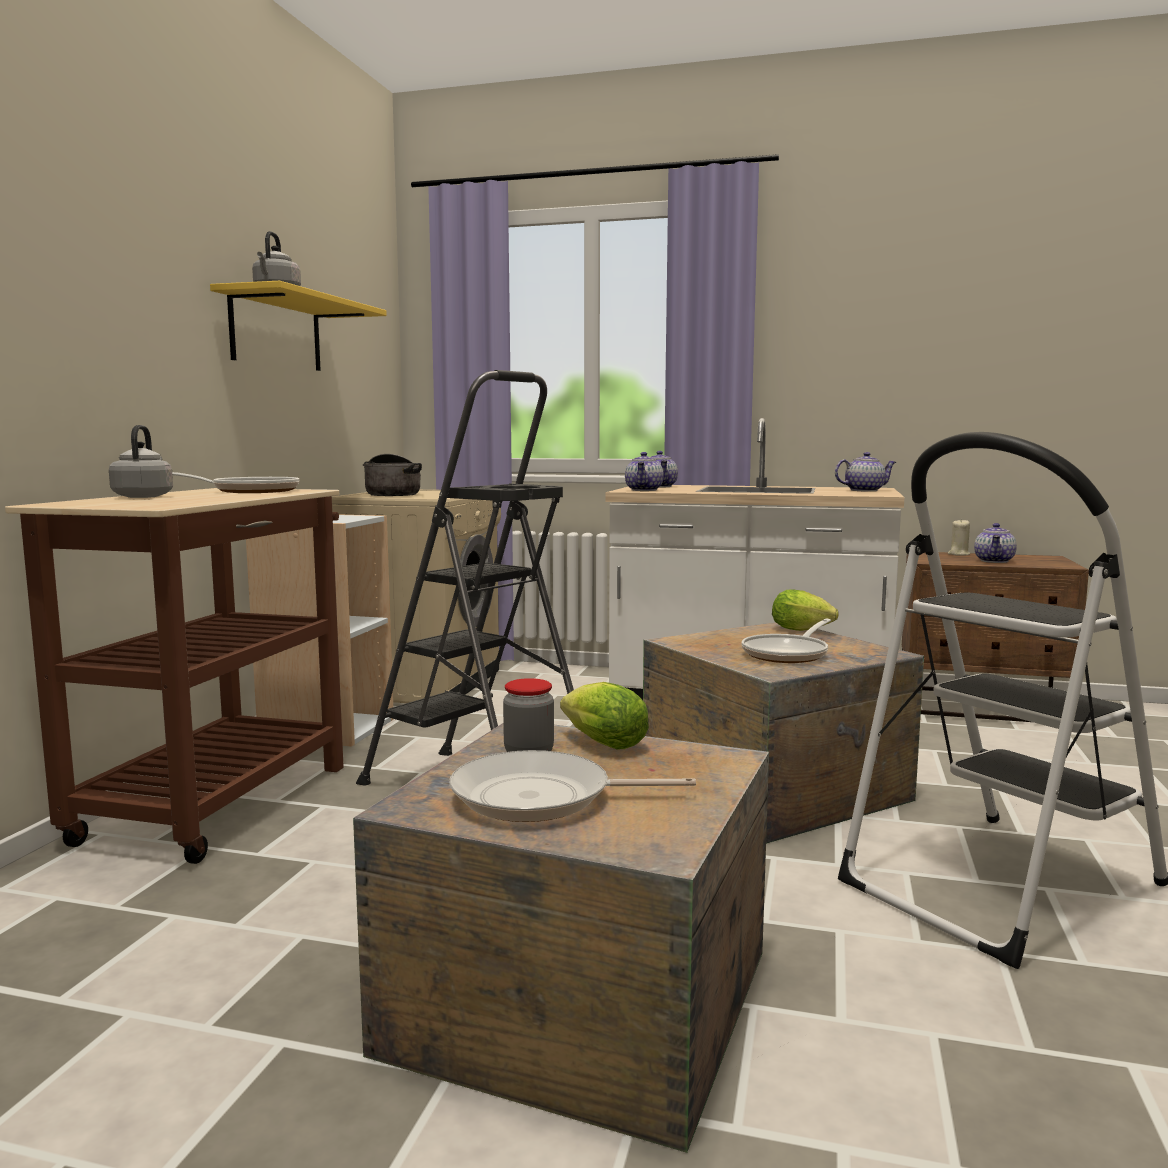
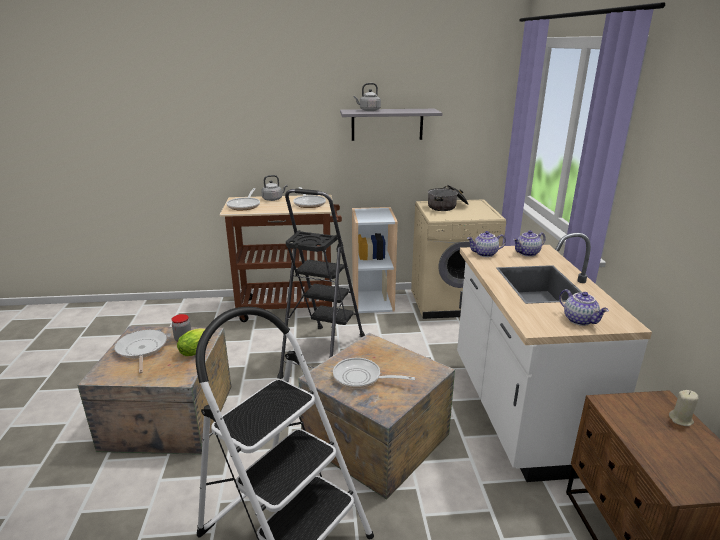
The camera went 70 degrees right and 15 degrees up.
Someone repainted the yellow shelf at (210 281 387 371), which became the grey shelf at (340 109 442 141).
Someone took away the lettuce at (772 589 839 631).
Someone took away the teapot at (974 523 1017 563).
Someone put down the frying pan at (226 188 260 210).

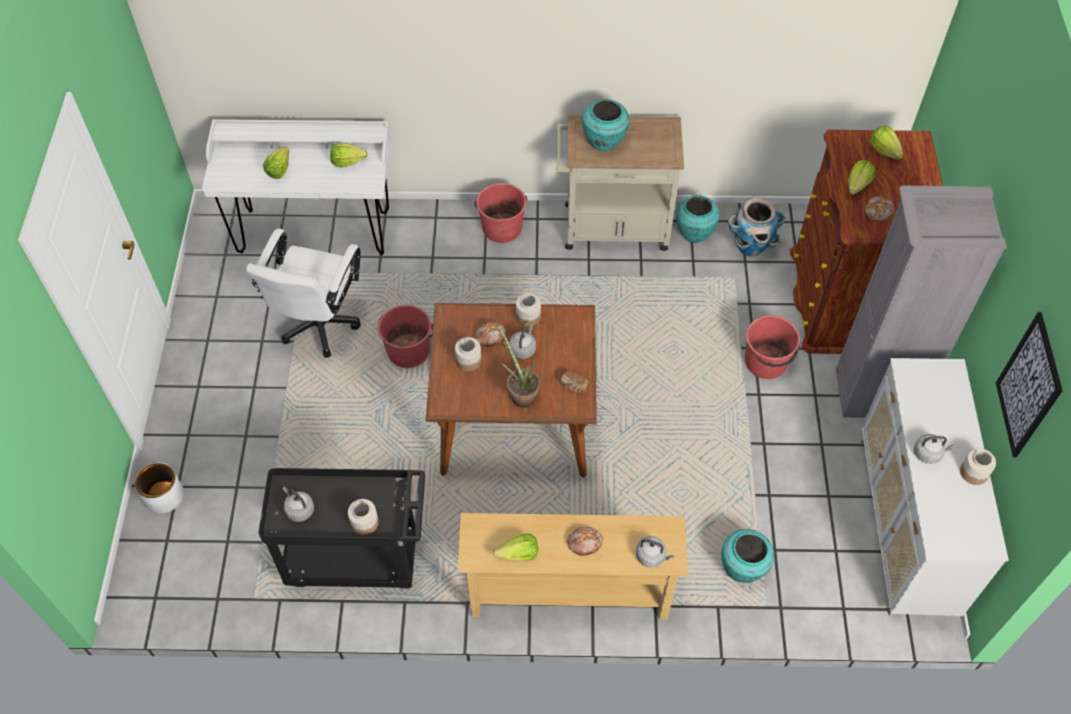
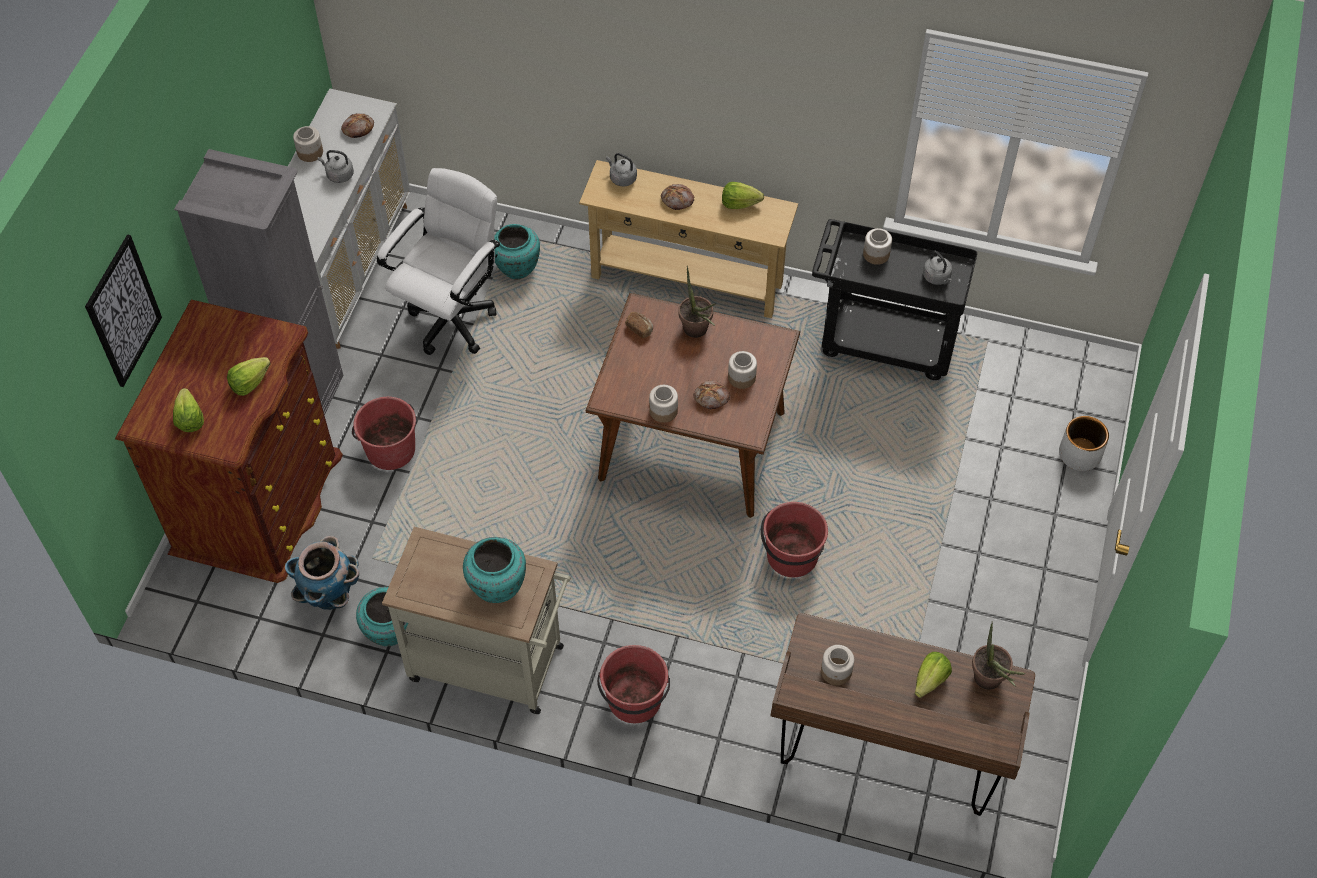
The camera went 165 degrees left and 0 degrees up.
Someone repainted the white desk at (202 119 391 255), which became the brown desk at (771 613 1035 816).
Someone carried the white office chair from (246 228 361 358) to (377 168 500 355).
Someone swapped the lettuce at (330 143 367 167) for the jar at (821 645 854 685).
Someone took away the grey kettle at (509 324 536 359).
Someone carried the bread from (864 196 894 221) to (341 113 374 138).
Someone carried the picture from (996 312 1063 457) to (85 234 162 387).
Someone put down the potted plant at (972 621 1026 690).

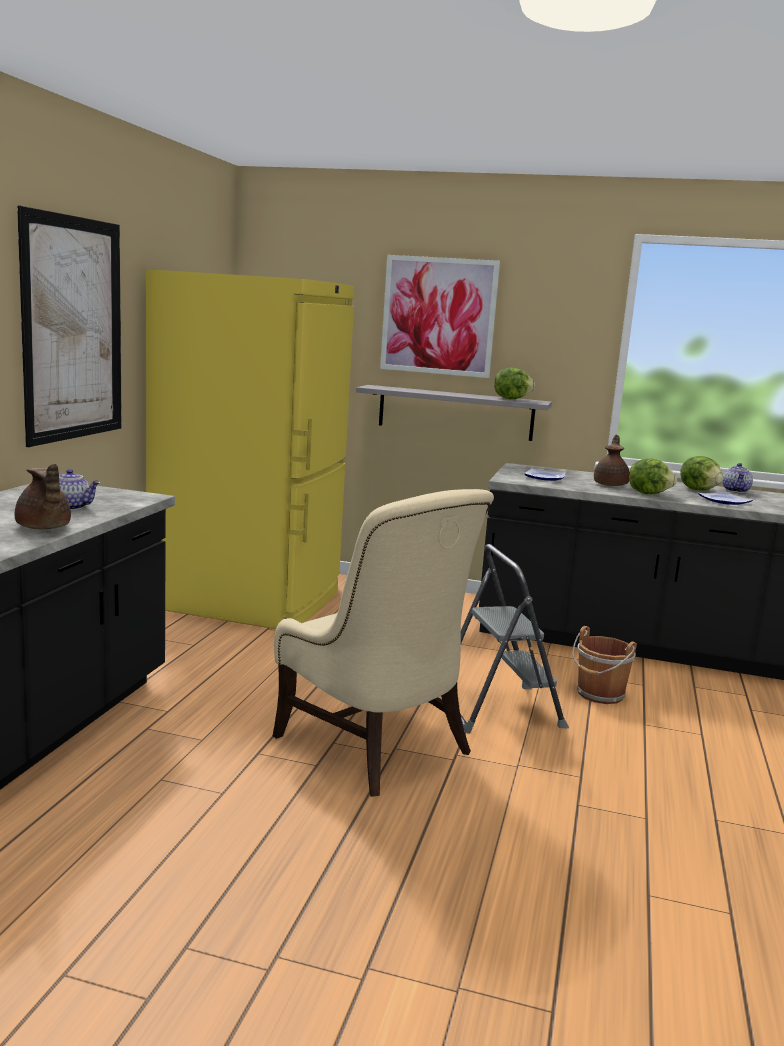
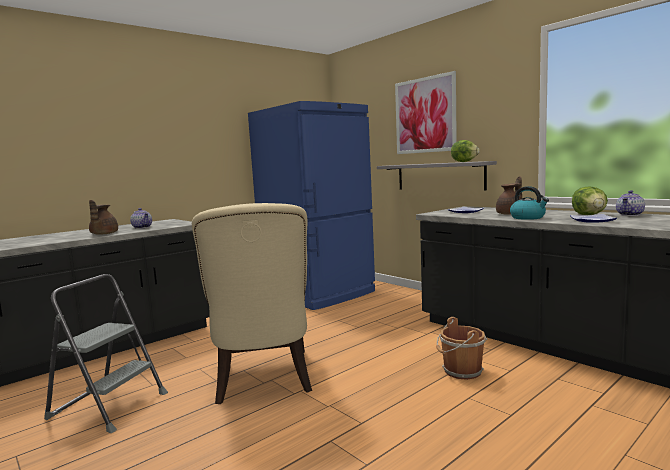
The camera went 35 degrees right and 5 degrees down.
Someone took away the picture at (17 205 122 447).
Someone repainted the yellow fridge at (146 269 354 629), which became the blue fridge at (248 101 375 310).
Someone carried the grey step ladder from (441 544 569 734) to (44 274 168 433).
Someone swapped the lettuce at (629 459 677 494) for the kettle at (510 186 549 220).

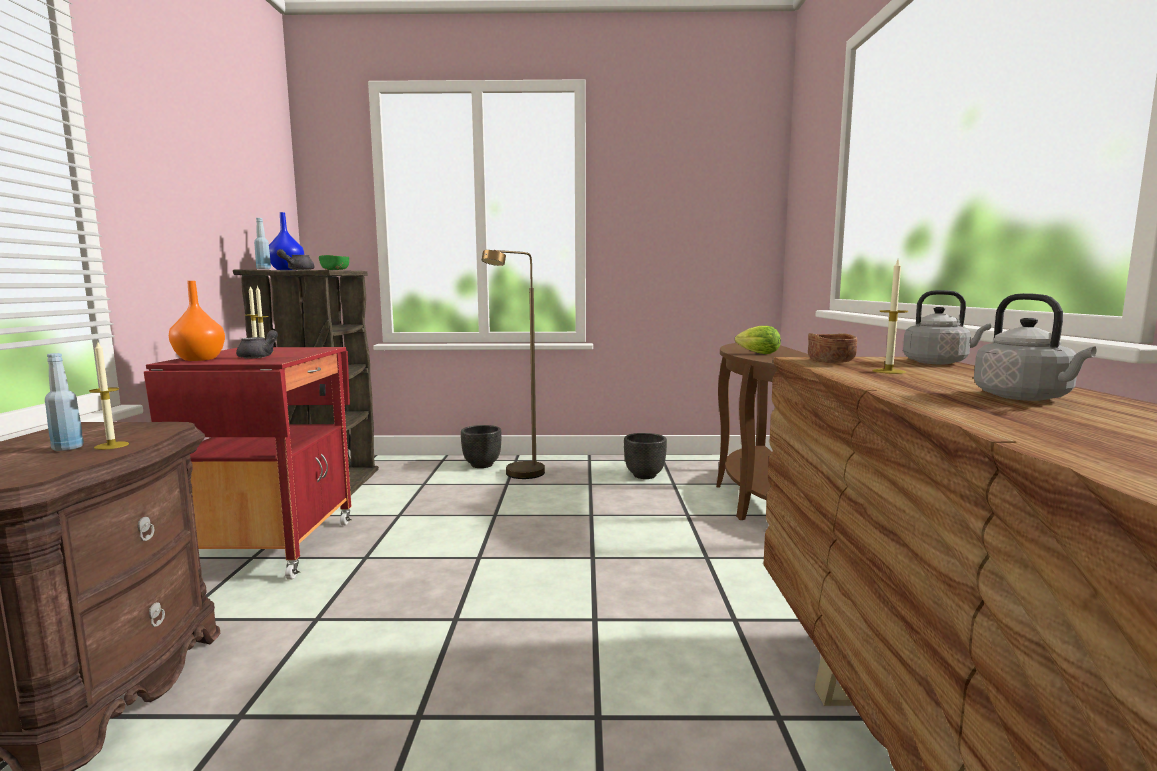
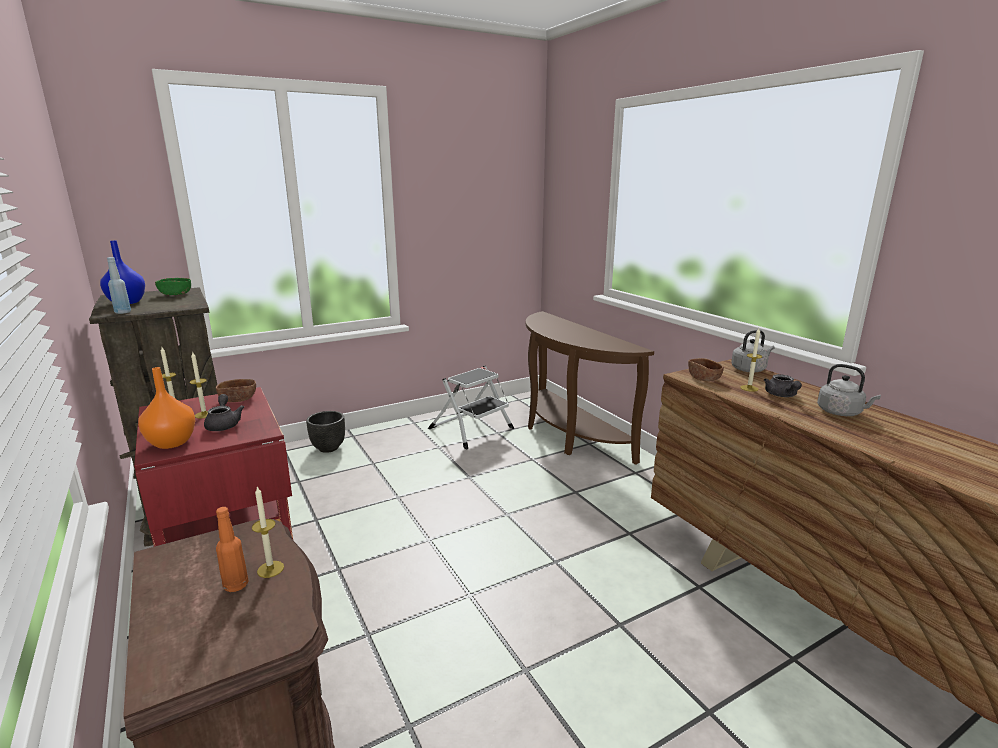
The camera went 30 degrees left and 10 degrees up.
Someone repainted the blue bottle at (45 353 84 451), which became the orange bottle at (216 507 249 592).
Someone carried the grey teapot from (277 249 314 270) to (764 374 802 397).
Someone took away the brown floor lamp at (482 250 545 479).
Someone swapped the black planter at (624 433 667 479) for the step ladder at (428 365 514 449).
Someone took away the lettuce at (735 326 781 354).
Someone put down the brown bowl at (216 379 256 402).

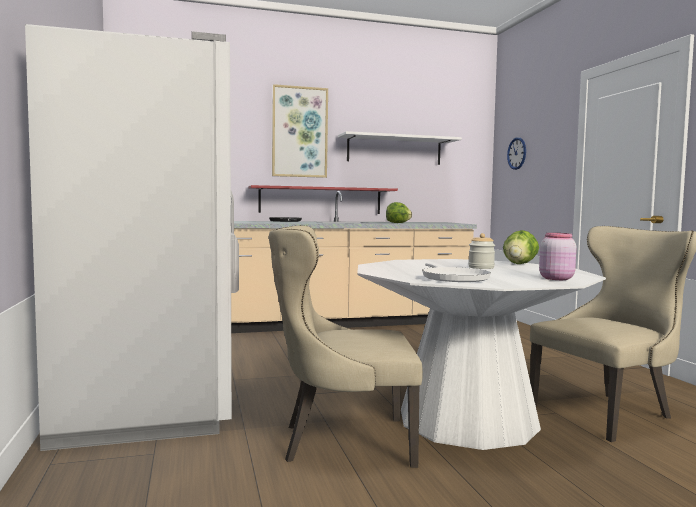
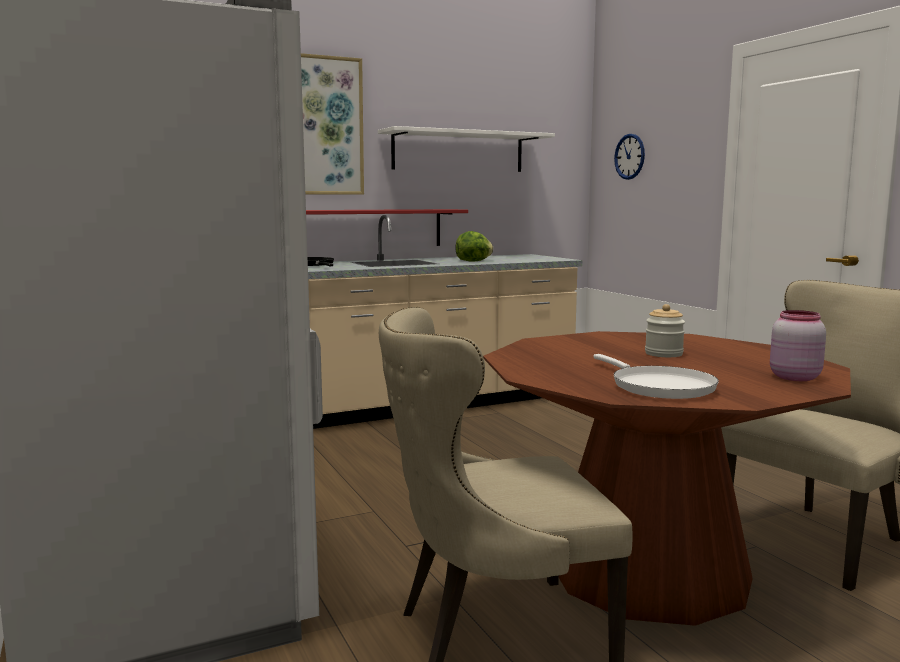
The camera went 10 degrees left and 5 degrees up.
Someone repainted the white dining table at (357 259 606 450), which became the brown dining table at (483 331 851 626).
Someone took away the lettuce at (503 230 539 264).

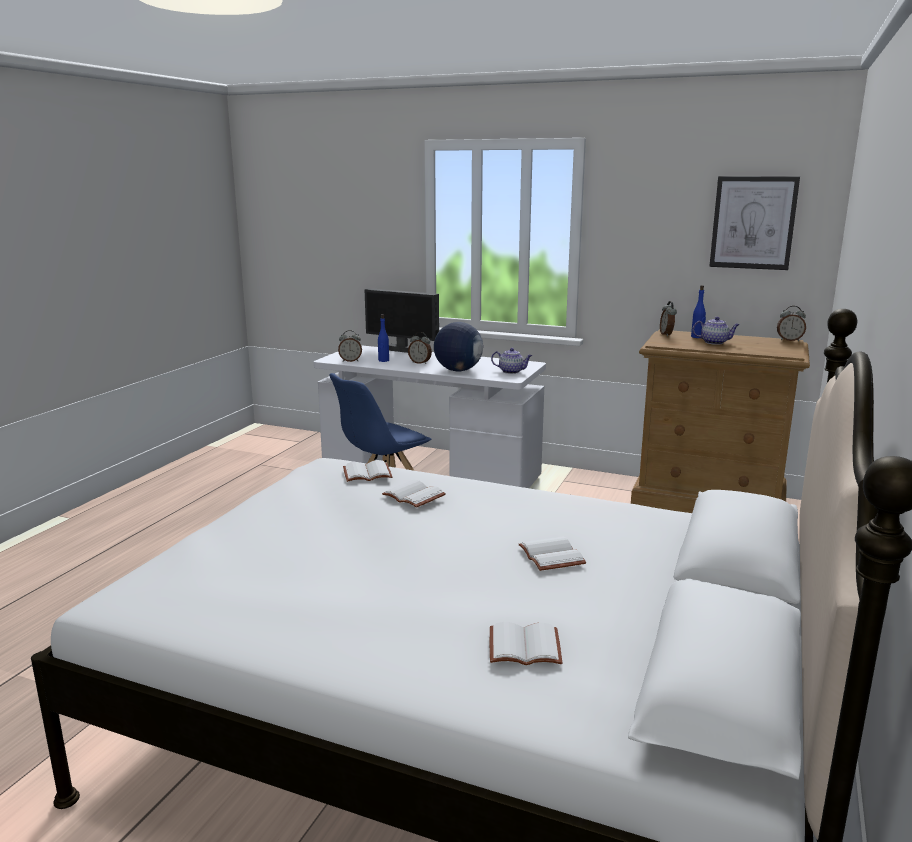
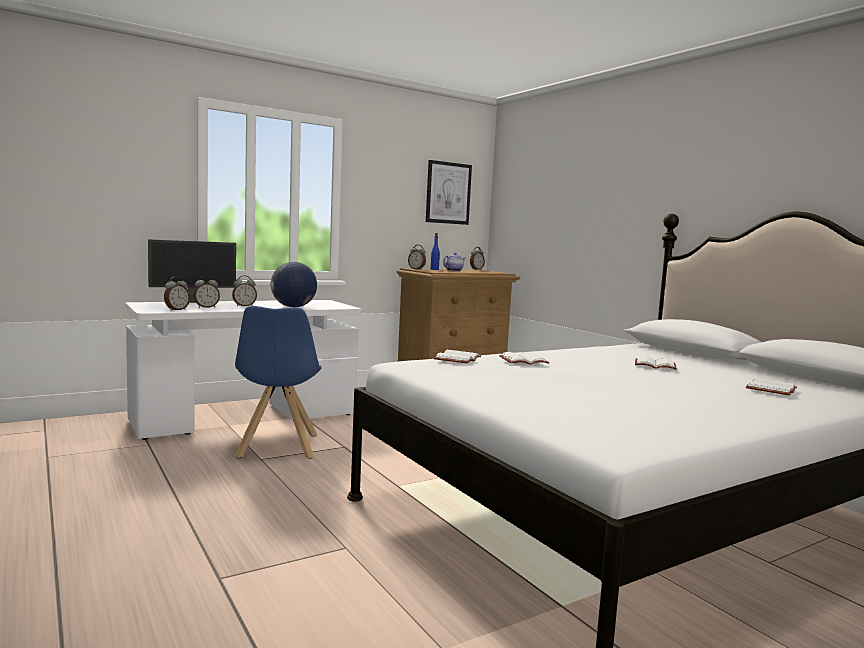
The camera went 55 degrees left and 10 degrees down.
Someone swapped the blue bottle at (378 314 389 362) for the alarm clock at (193 276 220 308).
Someone took away the teapot at (491 348 532 374).

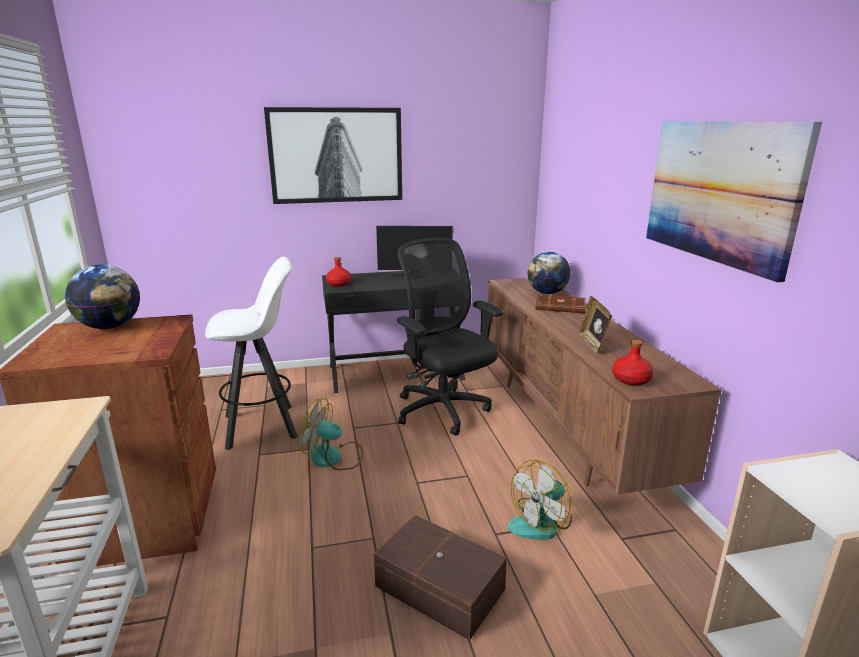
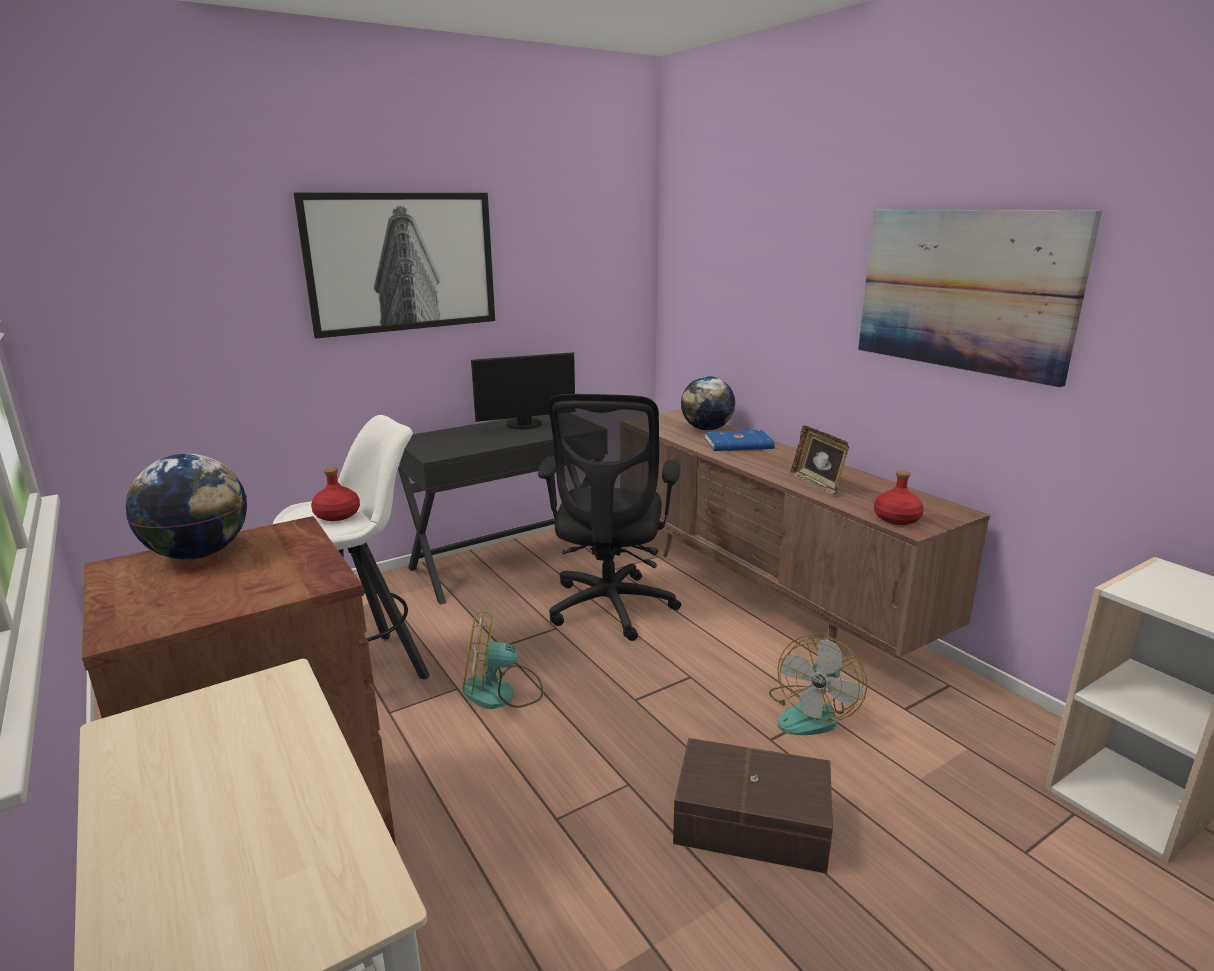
The camera went 20 degrees left and 0 degrees up.
Someone carried the red bottle from (326 257 351 287) to (311 467 360 521).
Someone rotated the black office chair at (397 238 503 436) by 120 degrees counterclockwise.
Someone repainted the brown book at (535 295 586 313), which became the blue book at (705 430 775 451).

